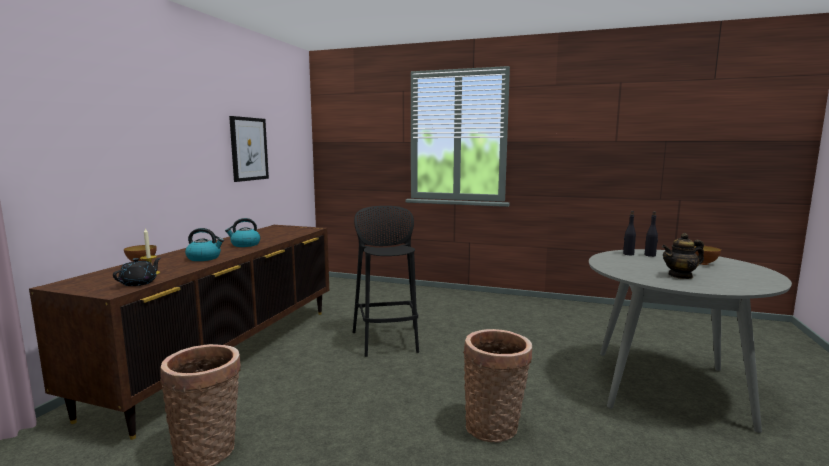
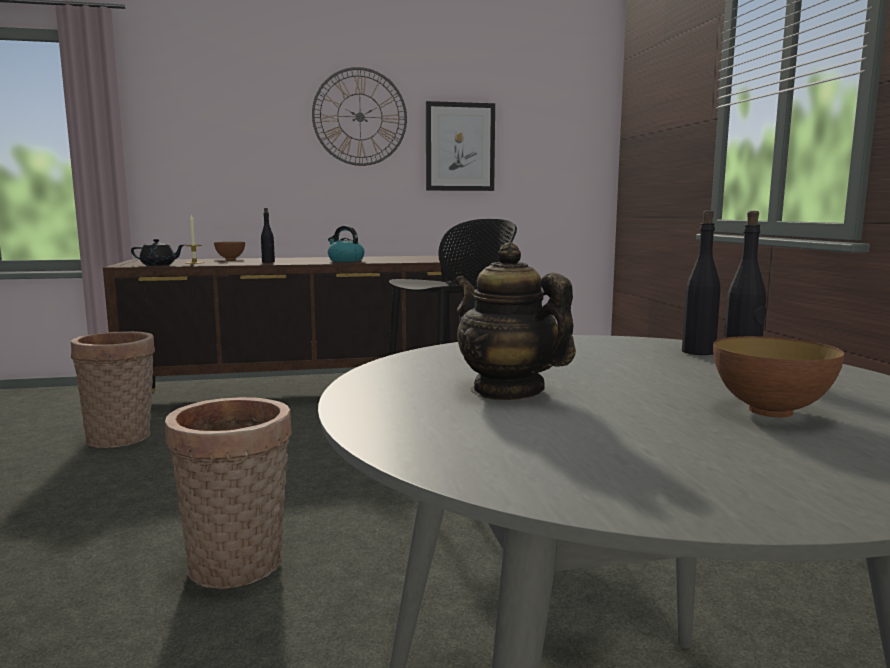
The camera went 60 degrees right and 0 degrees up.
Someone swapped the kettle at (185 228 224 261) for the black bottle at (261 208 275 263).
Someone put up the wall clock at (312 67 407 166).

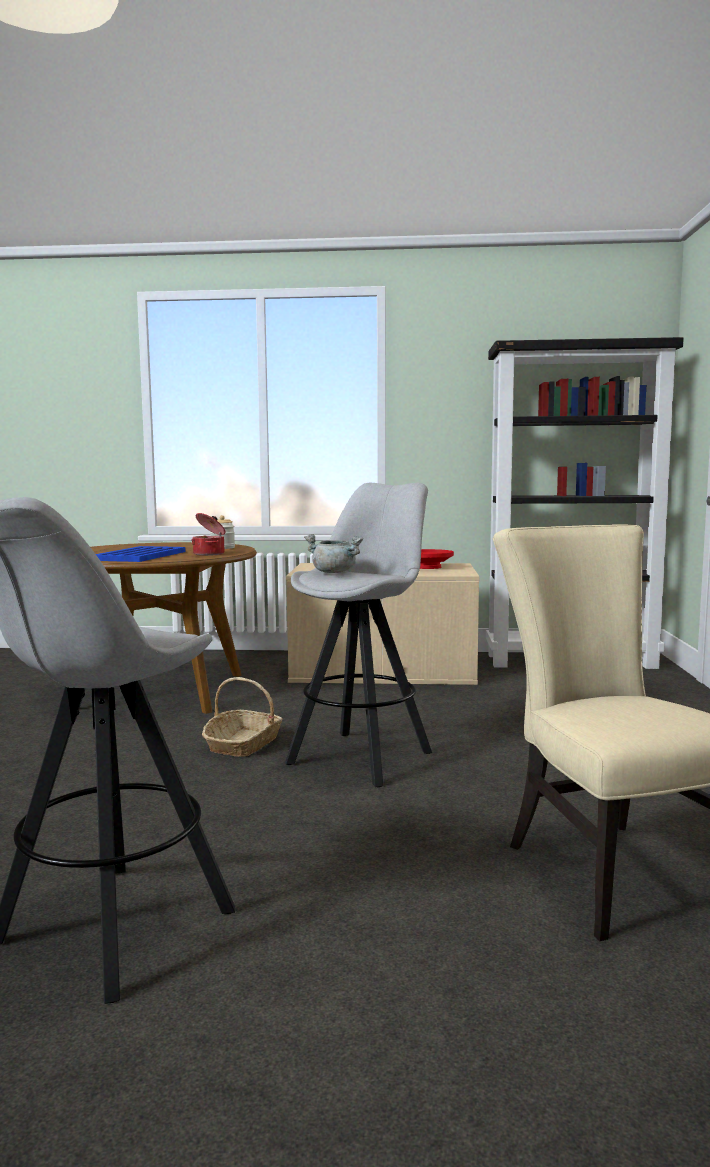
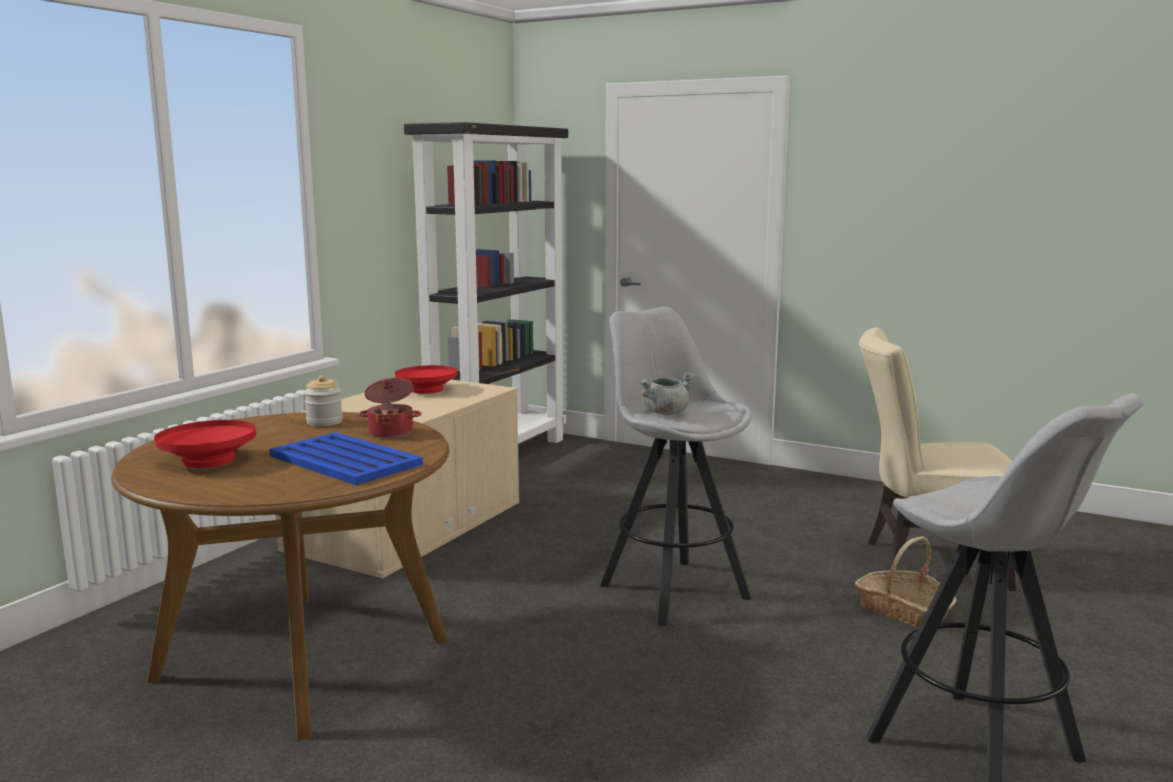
The camera went 65 degrees left and 5 degrees up.
Someone carried the basket from (202 677 283 757) to (855 536 957 628).
Someone put down the red bowl at (154 420 256 468).

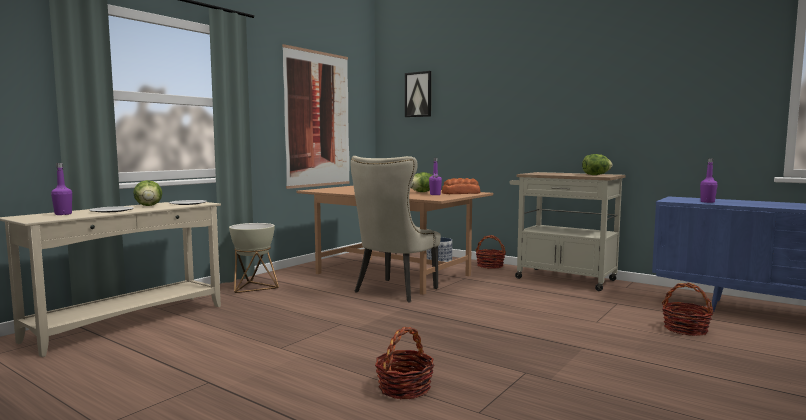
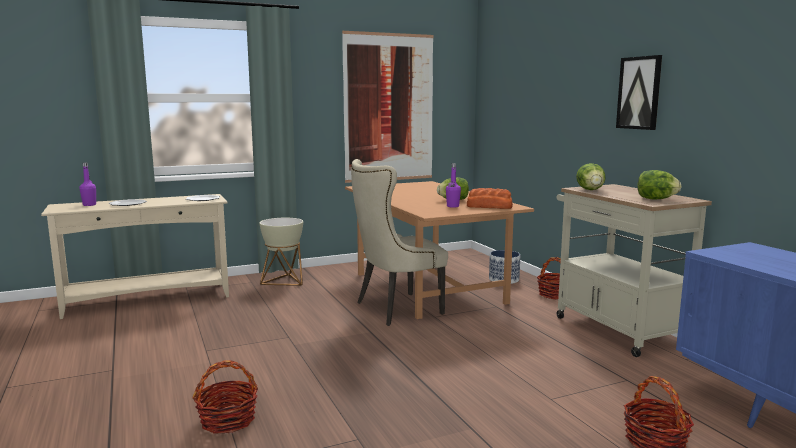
The camera went 30 degrees right and 5 degrees up.
Someone carried the lettuce from (133 180 162 206) to (576 163 606 190).
Someone carried the picture from (405 71 431 117) to (616 55 662 130).
Someone took away the purple bottle at (700 159 718 203).

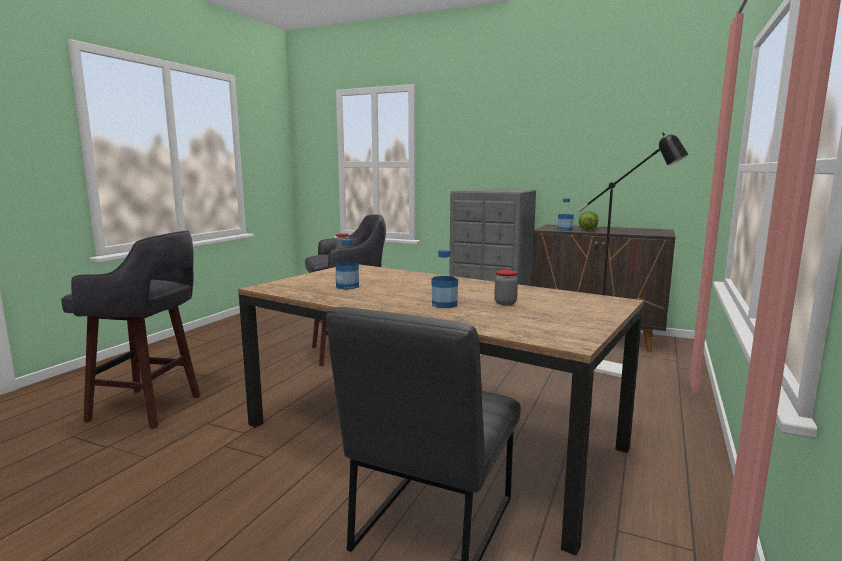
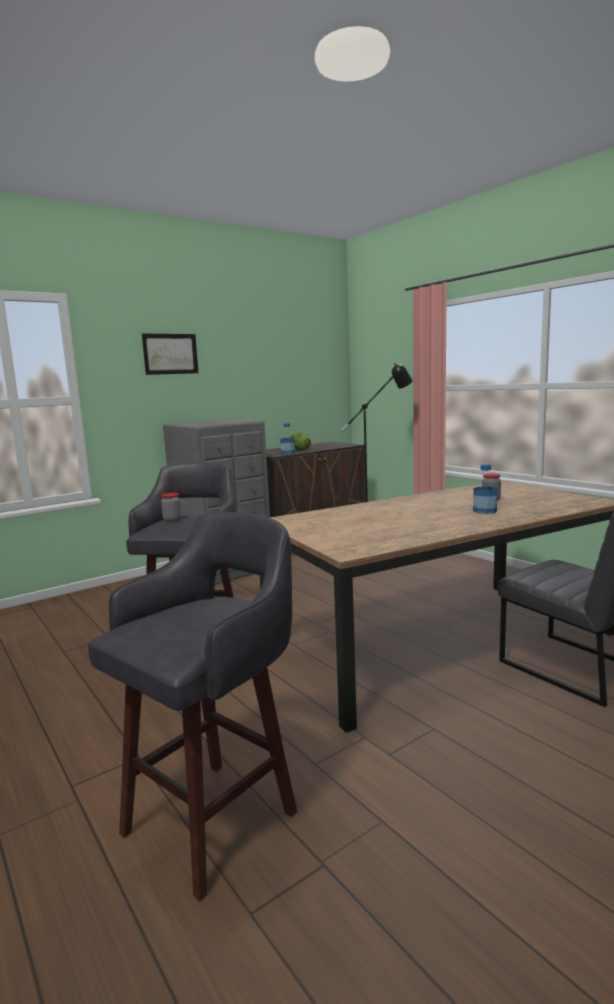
The camera went 60 degrees left and 0 degrees up.
Someone took away the bottle at (336 239 359 289).
Someone put up the picture at (142 333 198 375).

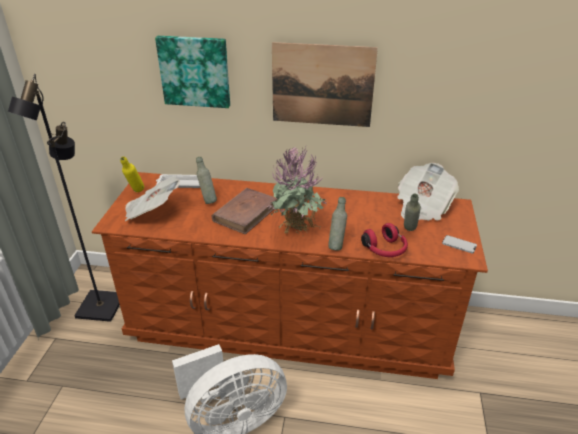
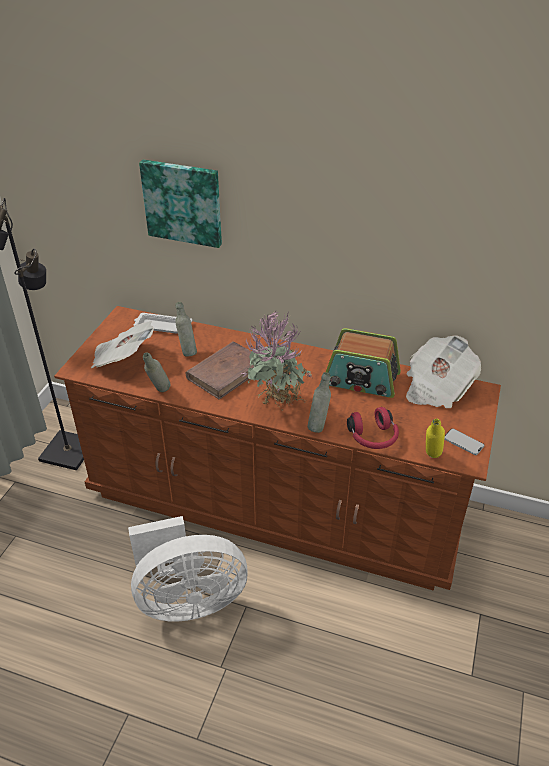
The camera went 10 degrees right and 5 degrees up.
Someone carried the yellow bottle from (120 156 144 192) to (426 419 445 458).
Someone took away the picture at (272 42 378 127).
Someone carried the grey bottle from (404 194 421 231) to (143 352 170 392).
Someone put down the radio at (326 328 401 398).

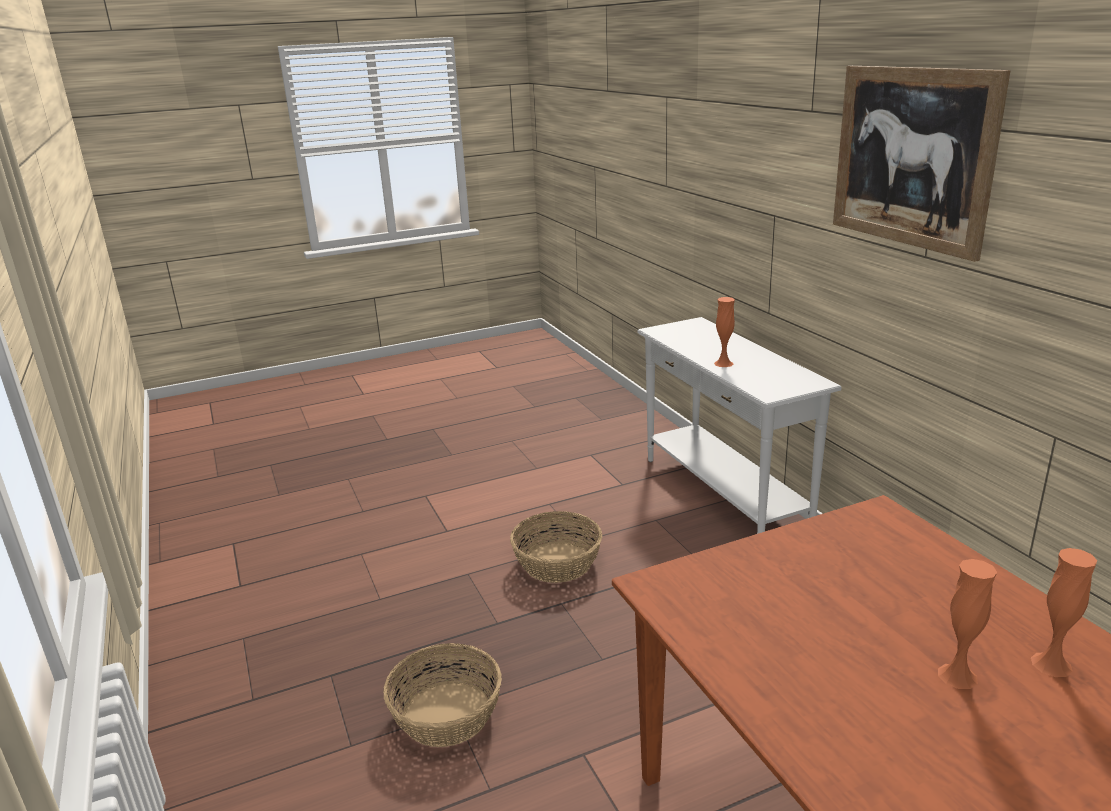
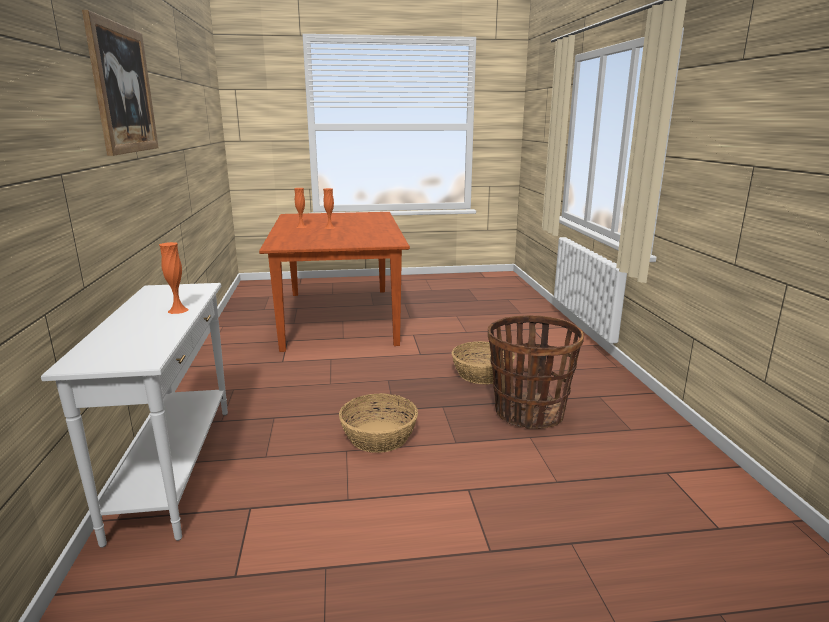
The camera went 165 degrees left and 5 degrees down.
Someone put down the basket at (488 315 584 429).

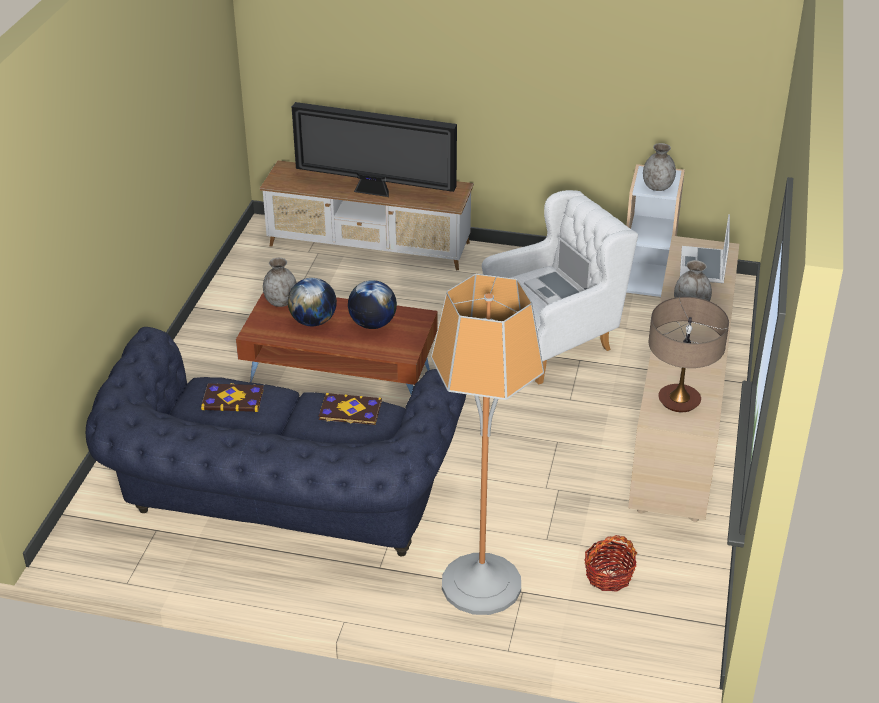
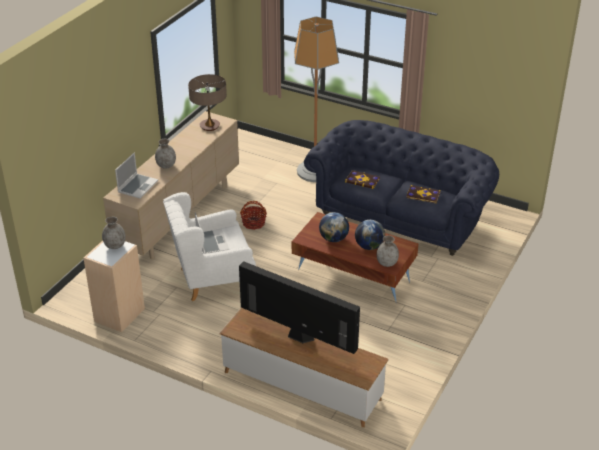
The camera went 165 degrees left and 0 degrees up.
Someone carried the basket from (584 535 637 591) to (240 201 267 230).

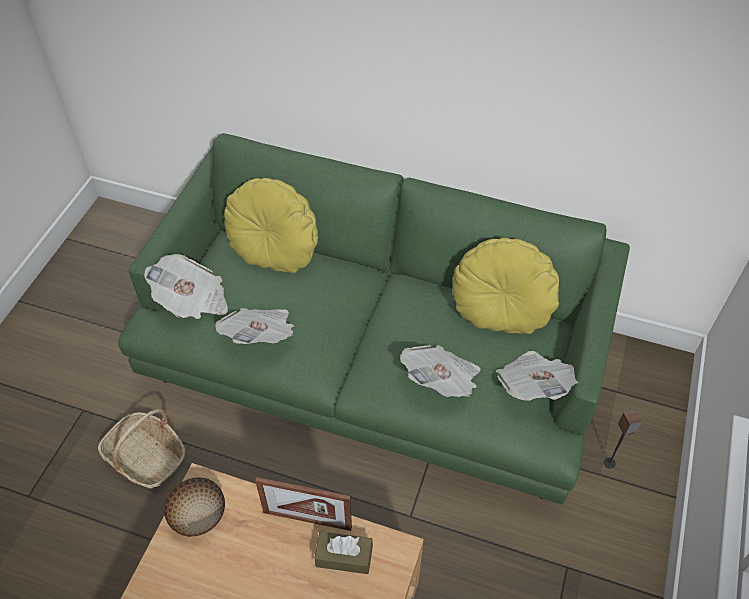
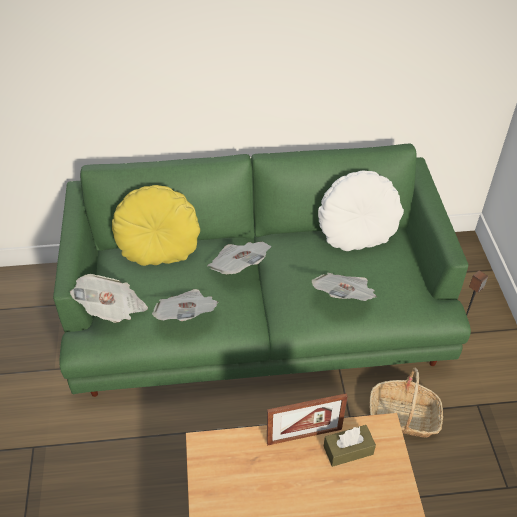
The camera went 25 degrees left and 5 degrees down.
Someone carried the basket from (98 409 185 489) to (370 368 443 437).
Someone took away the bowl at (163 477 225 537).
Someone repainted the yellow pillow at (453 238 559 334), which became the white pillow at (318 171 404 251).
Someone carried the newspaper from (496 351 579 401) to (207 242 271 274).

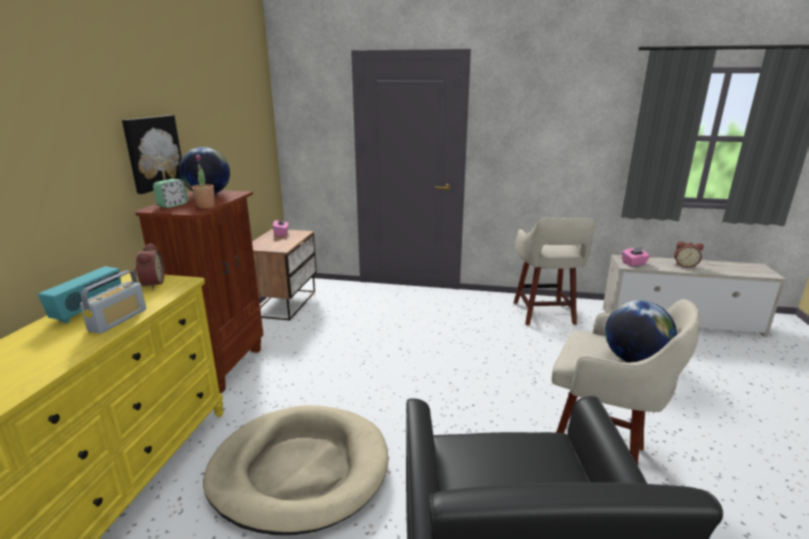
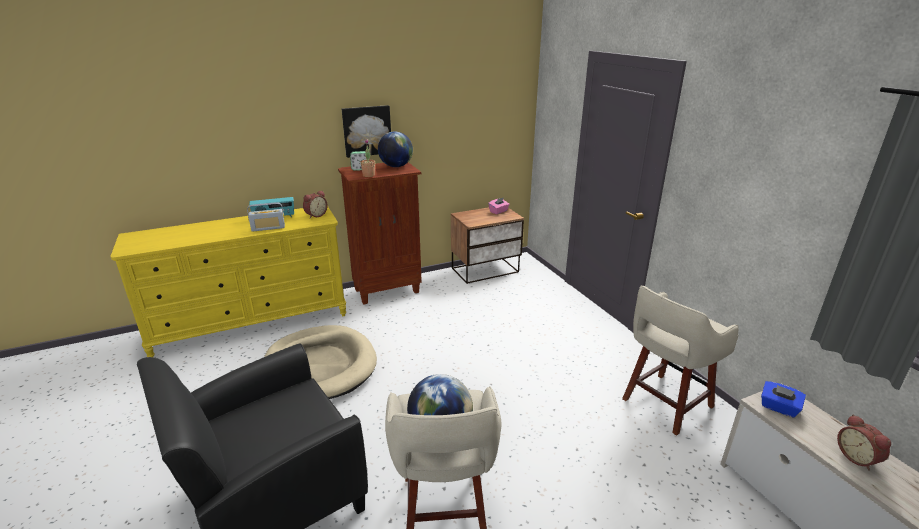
The camera went 55 degrees right and 5 degrees up.
Someone repainted the pink tissue box at (622 247 650 266), which became the blue tissue box at (761 381 806 418).

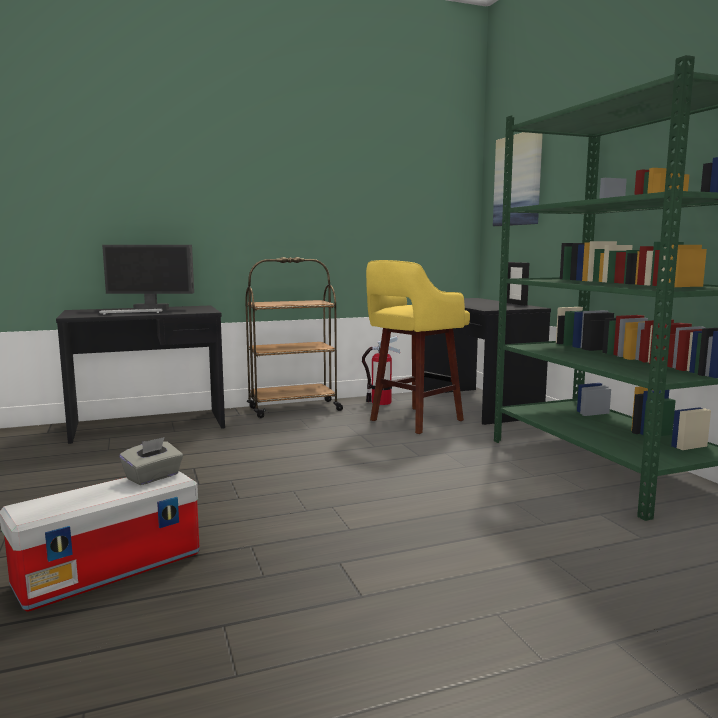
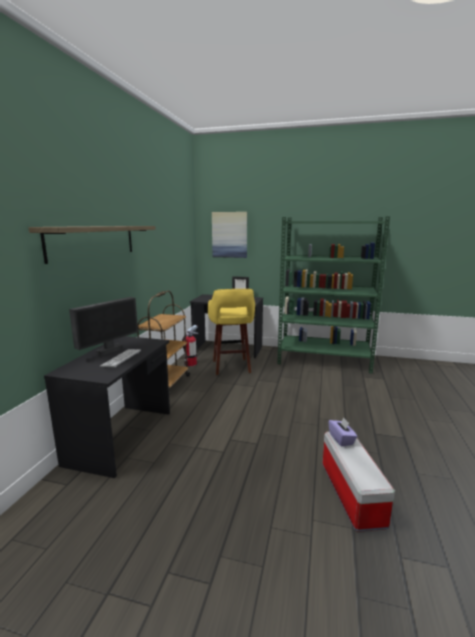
The camera went 55 degrees left and 5 degrees up.
Someone repainted the grey tissue box at (120 437 183 485), which became the purple tissue box at (328 417 357 447).
Someone put up the shelf at (28 226 156 264).

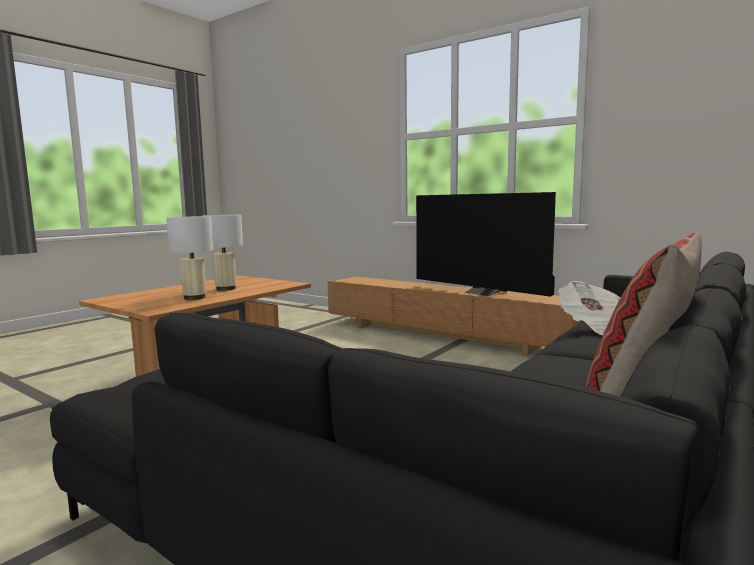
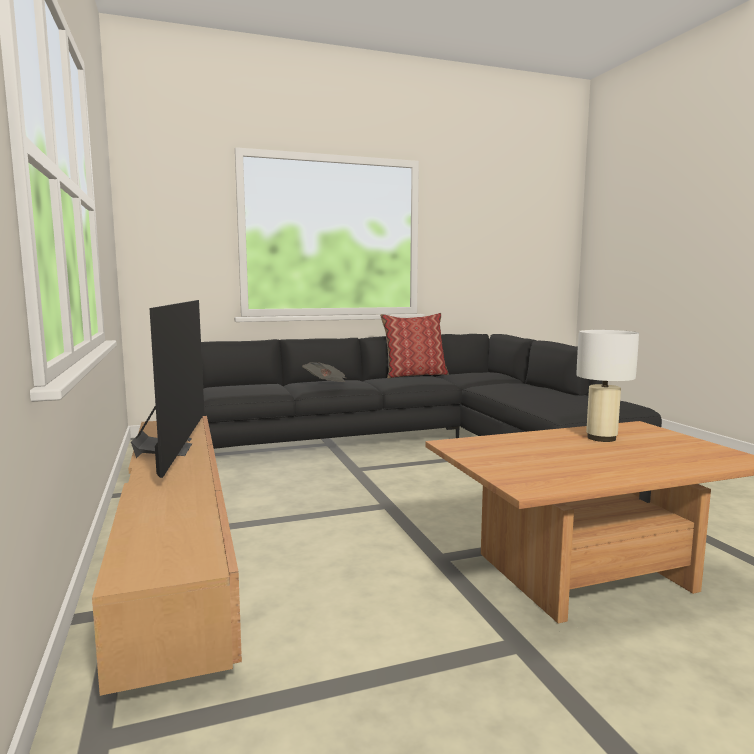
The camera went 145 degrees left and 0 degrees up.
Someone took away the white table lamp at (202 215 243 291).

